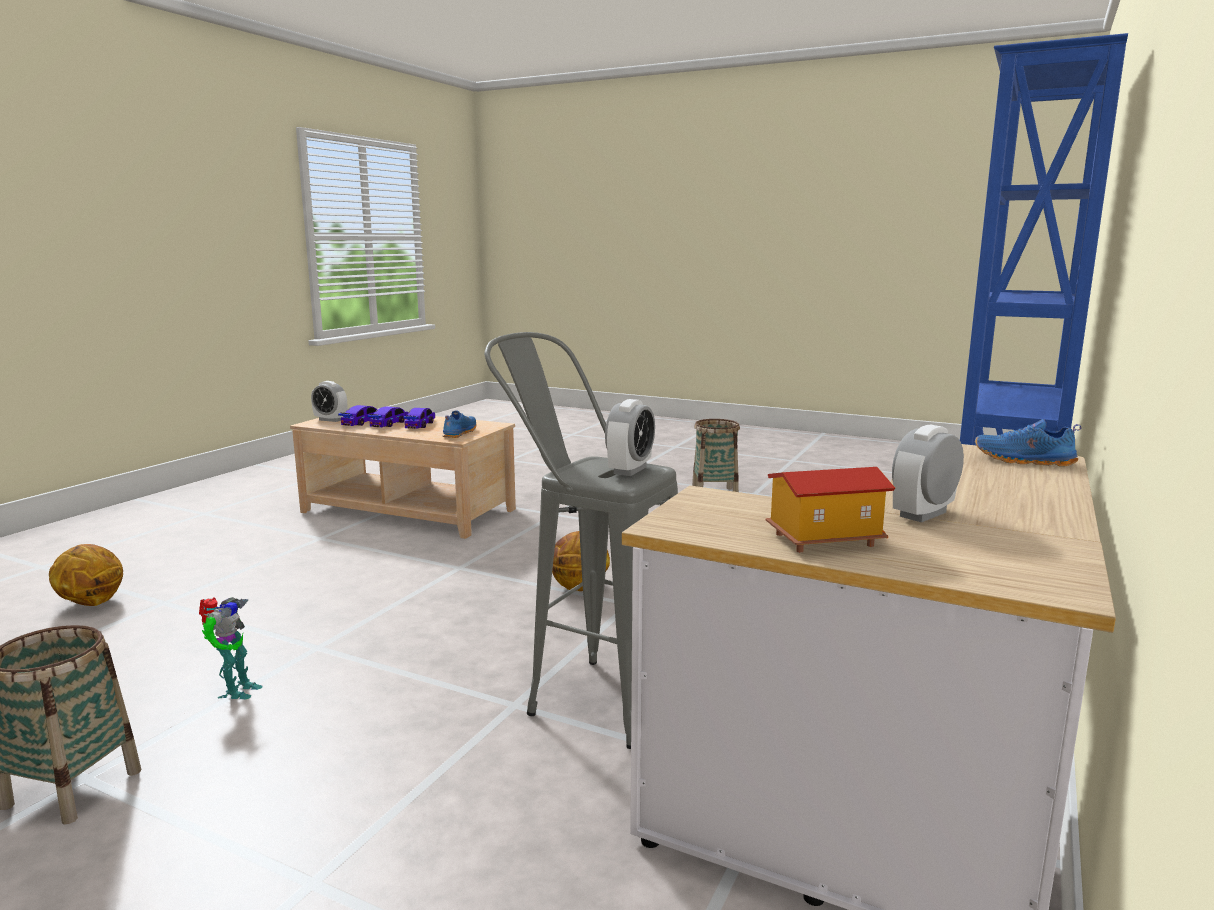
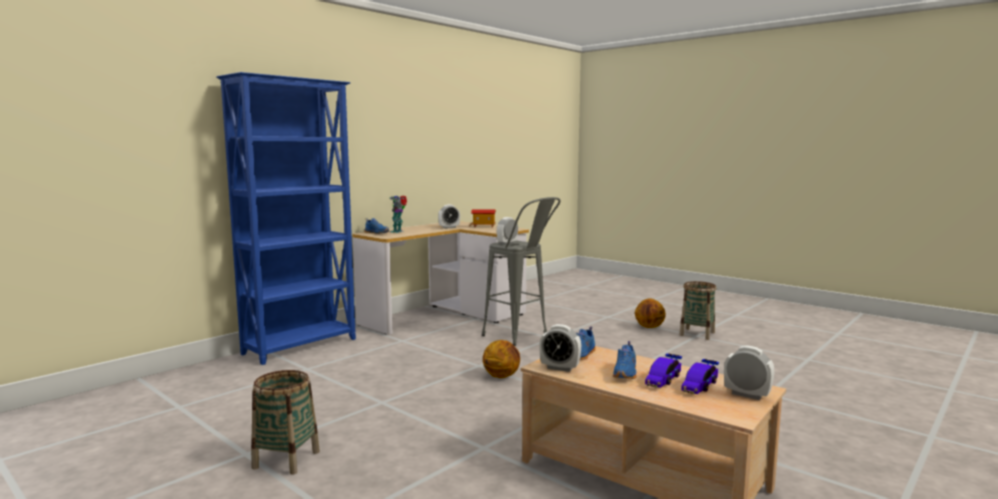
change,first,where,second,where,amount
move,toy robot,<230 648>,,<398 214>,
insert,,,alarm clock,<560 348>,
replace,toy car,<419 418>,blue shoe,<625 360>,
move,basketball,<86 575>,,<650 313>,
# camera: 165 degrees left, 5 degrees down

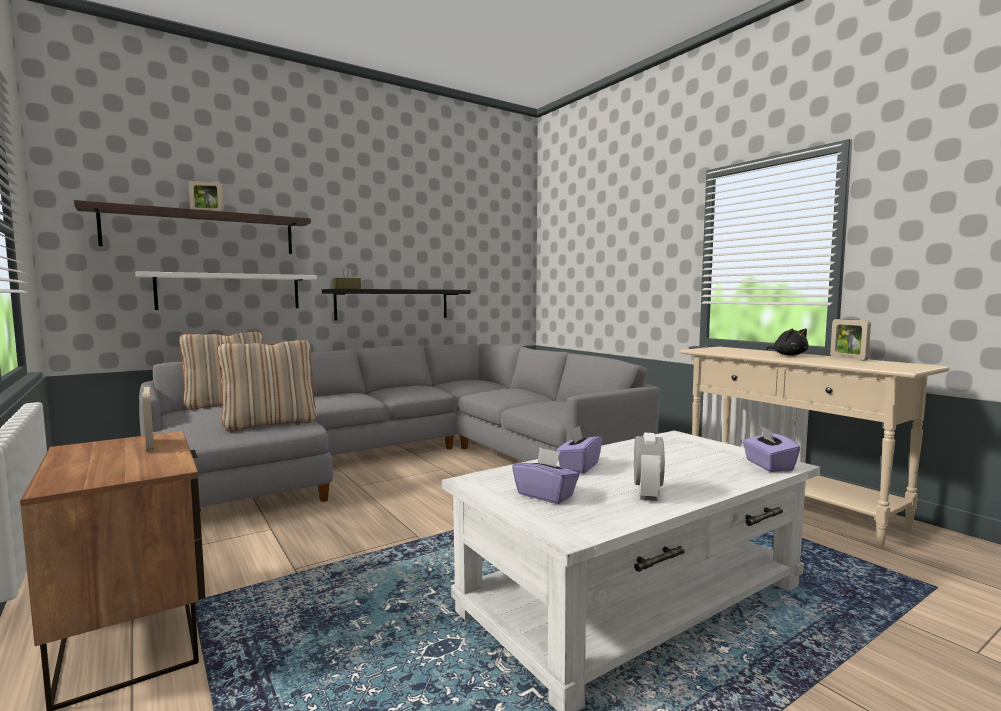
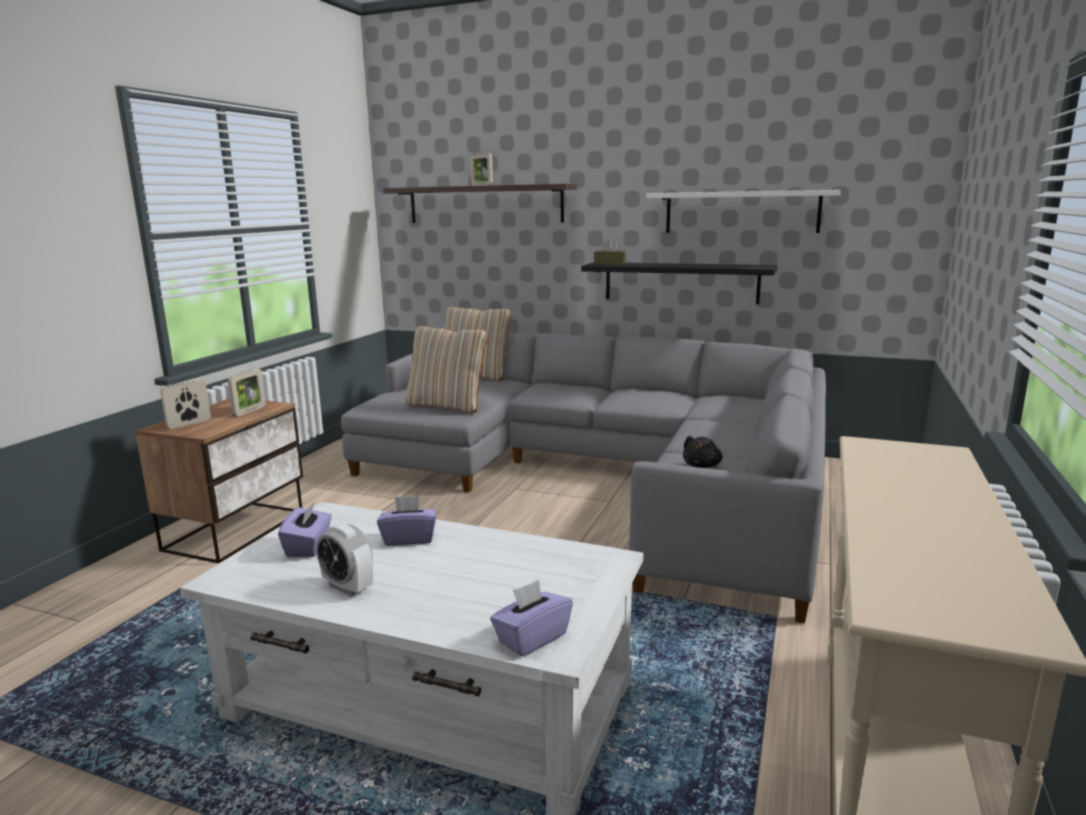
change,first,where,second,where,amount
move,picture frame,<850 340>,,<185 404>,
rotate,alarm clock,<649 467>,,<344 560>,60 degrees clockwise
move,white shelf,<226 290>,,<743 211>,
move,black plush toy,<787 342>,,<703 452>,
# camera: 55 degrees right, 10 degrees up

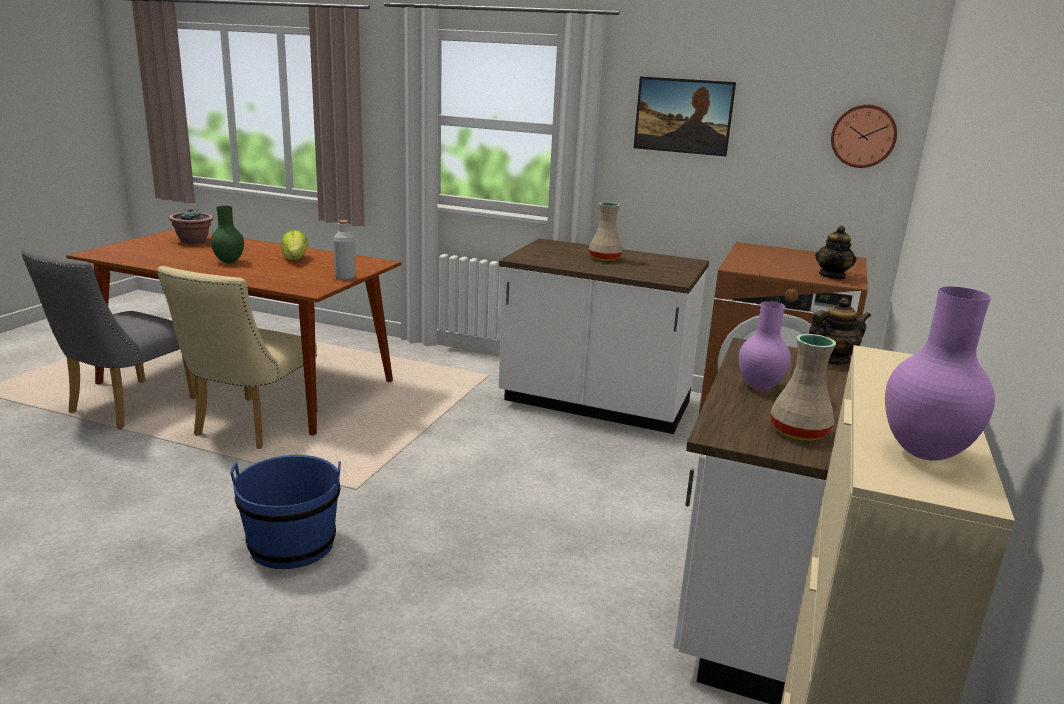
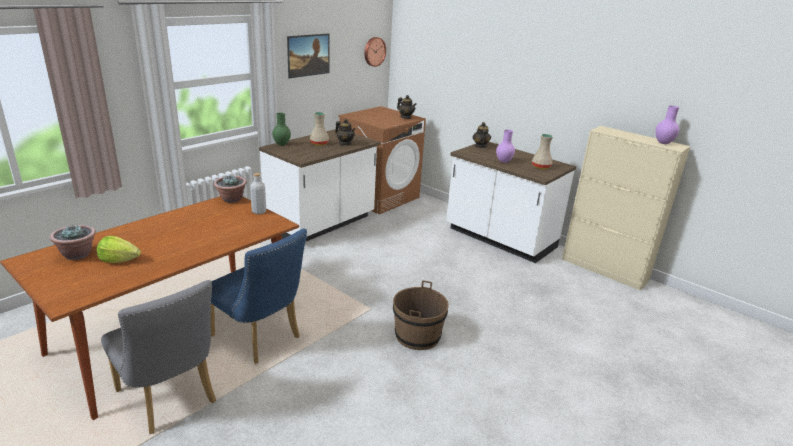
change,first,where,second,where,amount
move,lettuce,<295 245>,,<119 249>,
recolor,beige chair,<237 357>,blue chair,<258 296>,
insert,,,potted plant,<230 189>,
move,green vase,<227 234>,,<281 129>,
insert,,,teapot,<345 132>,
recolor,blue bucket,<285 512>,brown bucket,<421 315>,
# camera: 70 degrees left, 5 degrees up

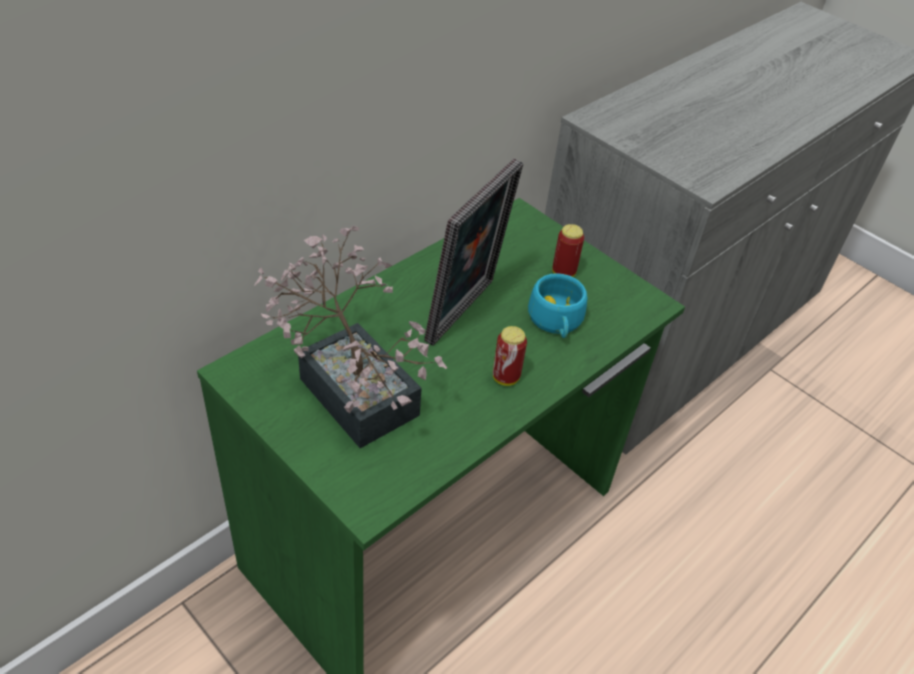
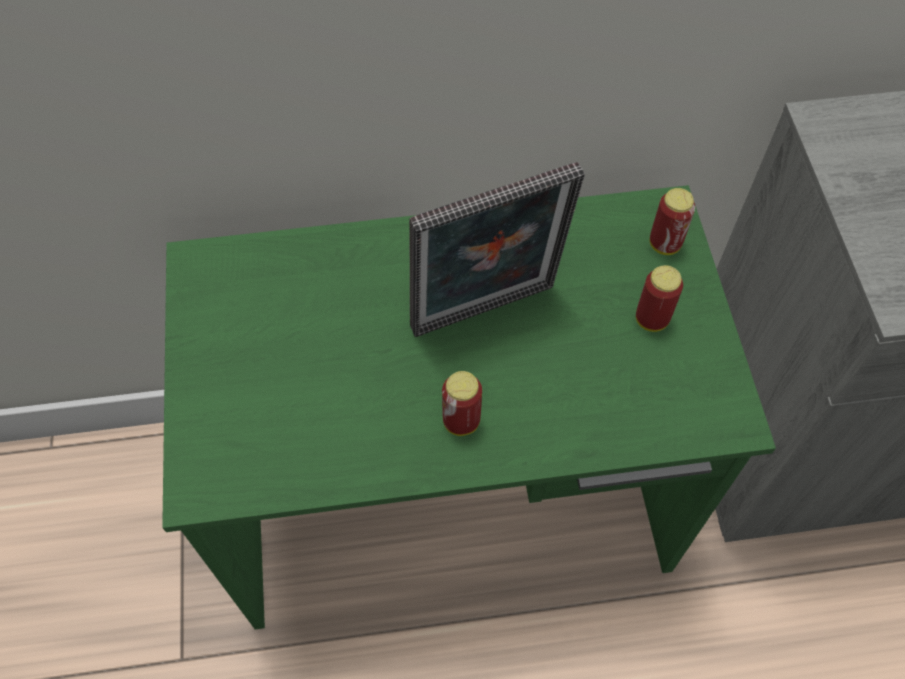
change,first,where,second,where,amount
insert,,,can,<672 221>,
delete,potted plant,<350 337>,,,
delete,turquoise cup,<557 305>,,,
# camera: 40 degrees right, 15 degrees up

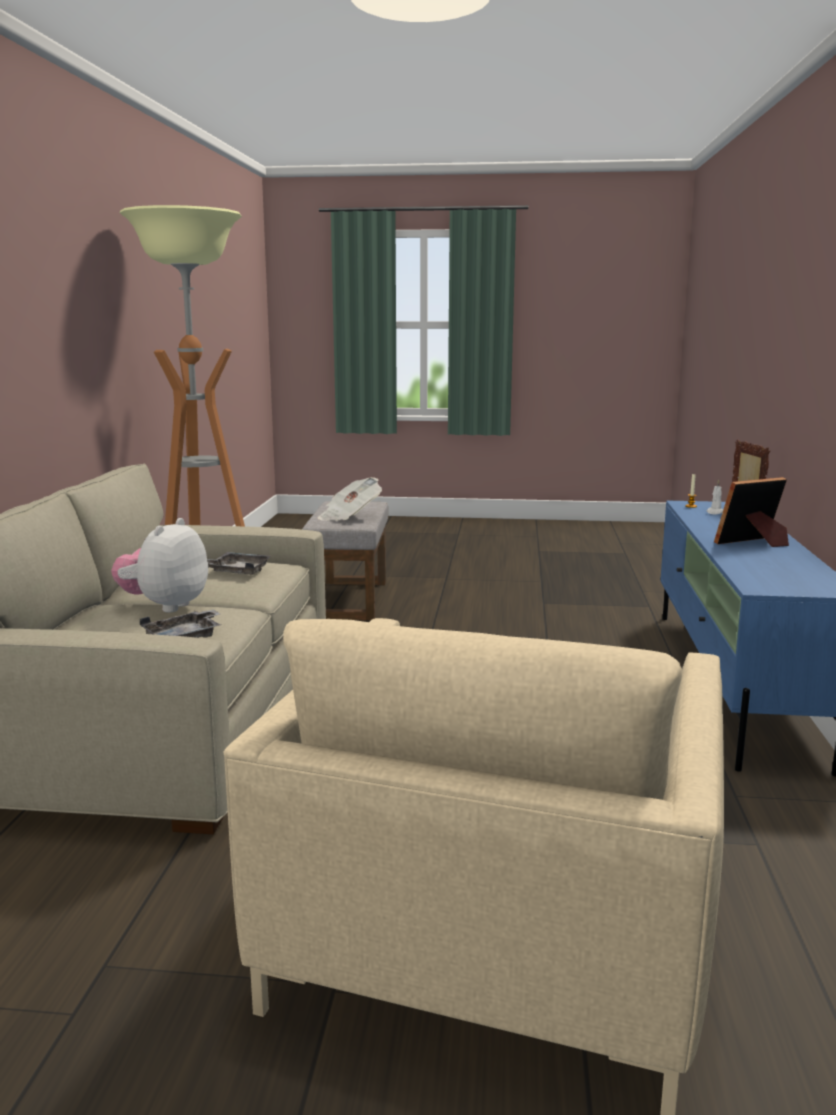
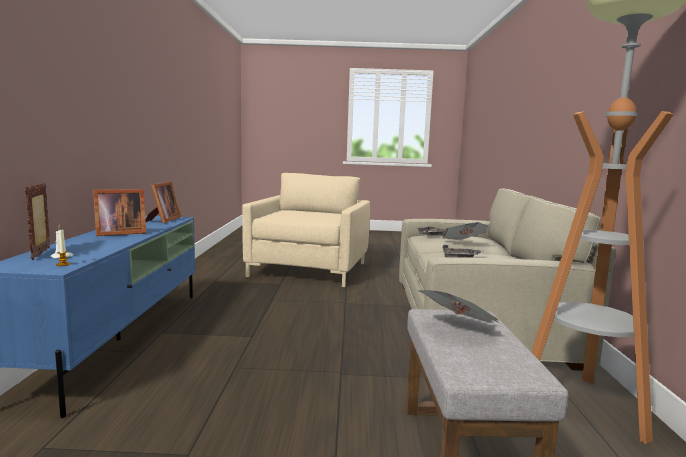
change,first,where,second,where,amount
insert,,,picture frame,<163 202>,
replace,plush toy,<159 565>,newspaper,<465 231>,
# camera: 175 degrees right, 5 degrees down

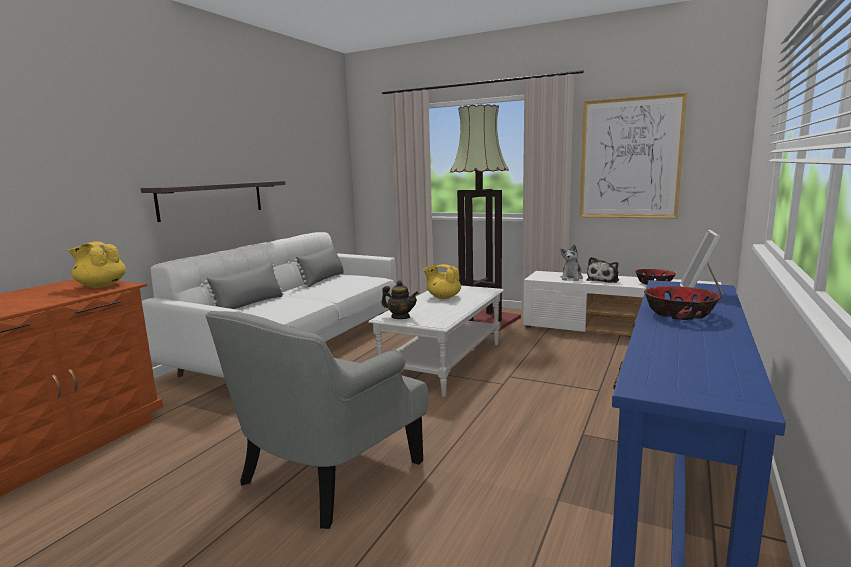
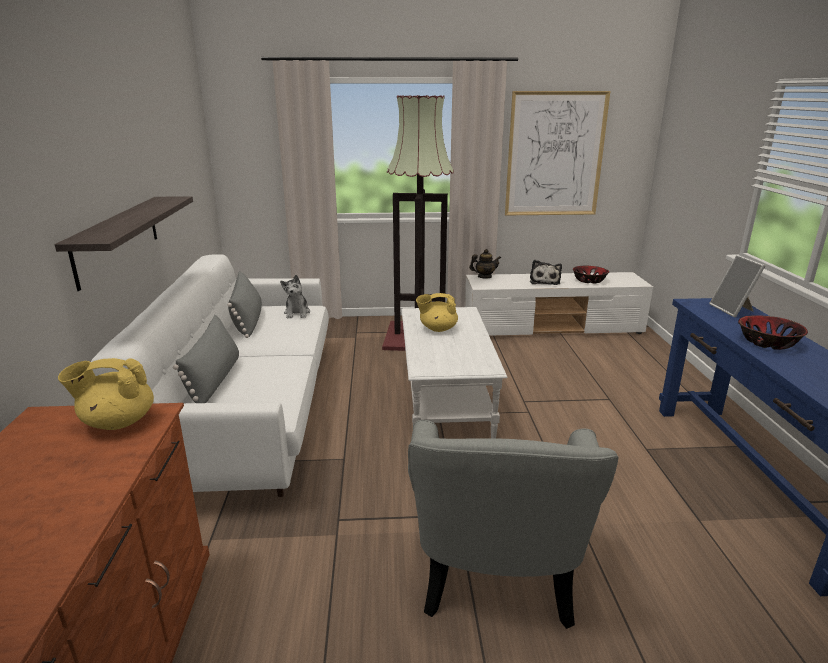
change,first,where,second,where,amount
move,plush toy,<571 262>,,<295 296>,
move,teapot,<400 299>,,<485 264>,
# camera: 30 degrees left, 10 degrees up

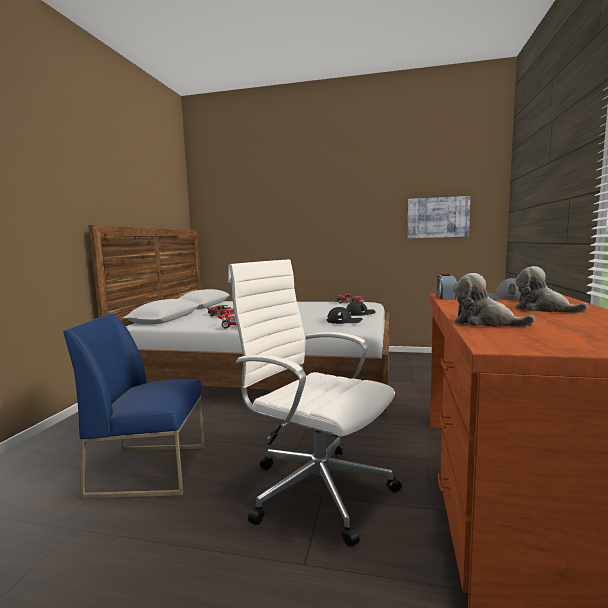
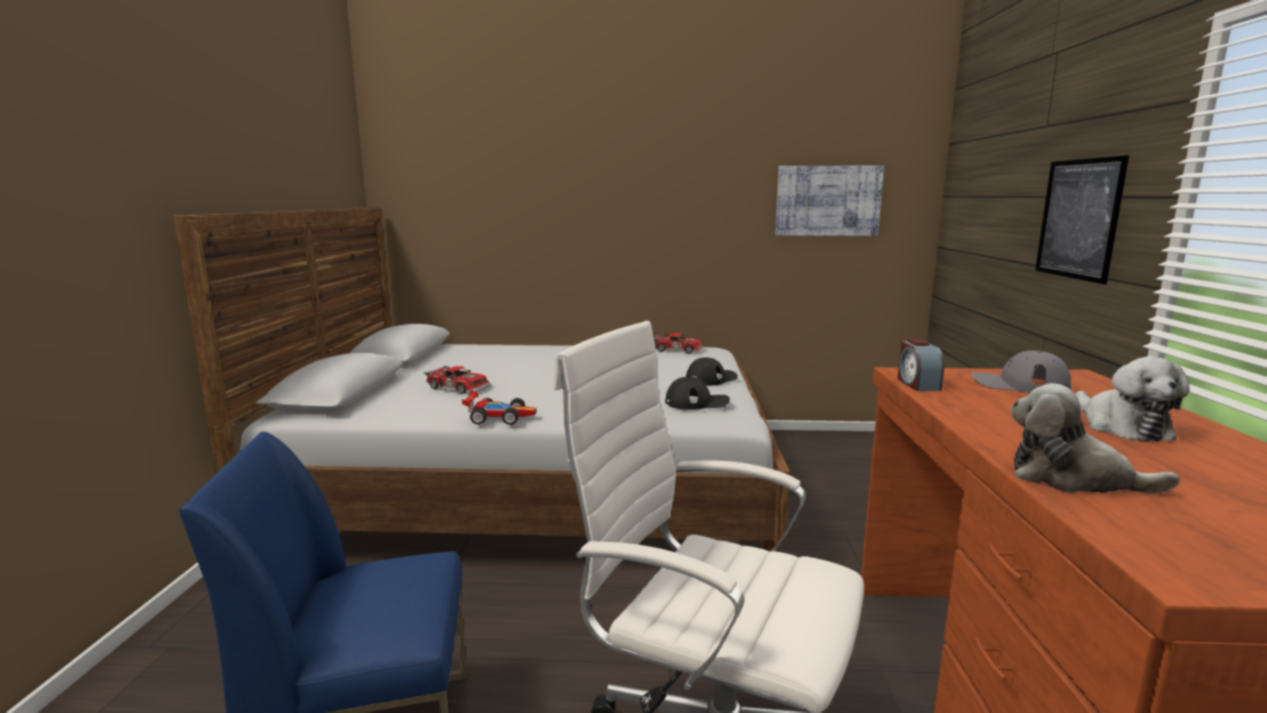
change,first,where,second,where,amount
insert,,,picture,<1082 219>,
rotate,plush toy,<551 289>,,<1132 399>,135 degrees counterclockwise
# camera: 10 degrees left, 5 degrees up

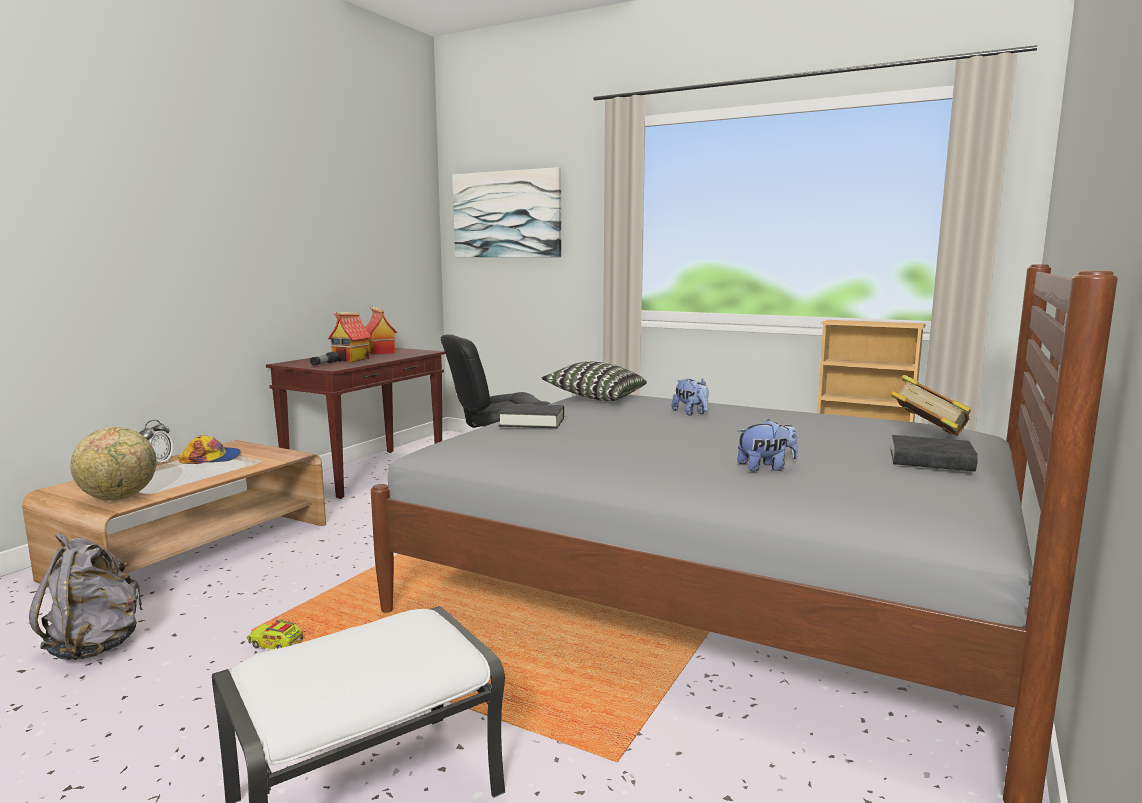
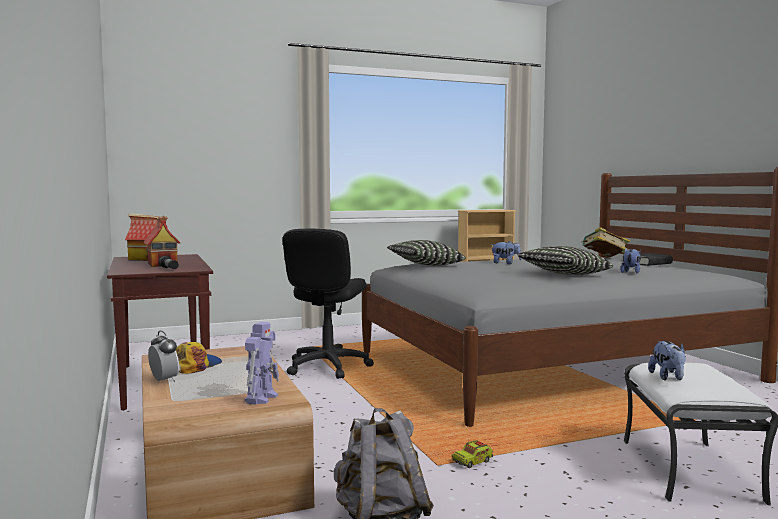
change,first,where,second,where,amount
replace,globe,<113 463>,toy robot,<261 363>,
insert,,,pillow,<565 260>,
insert,,,plush toy,<667 361>,
delete,picture,<507 212>,,,
delete,black book,<531 416>,,,
# camera: 50 degrees left, 5 degrees down

